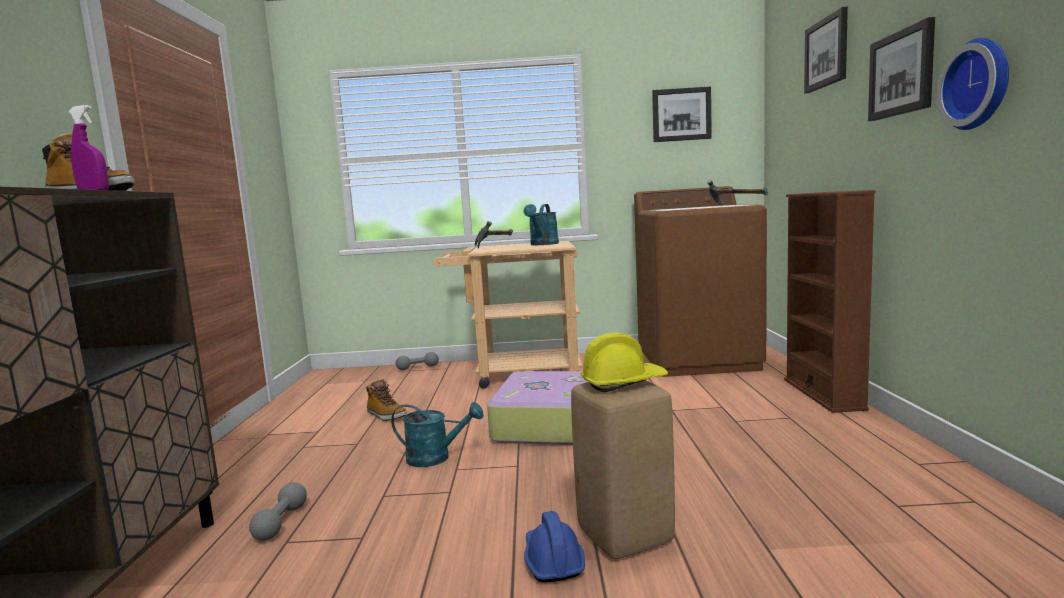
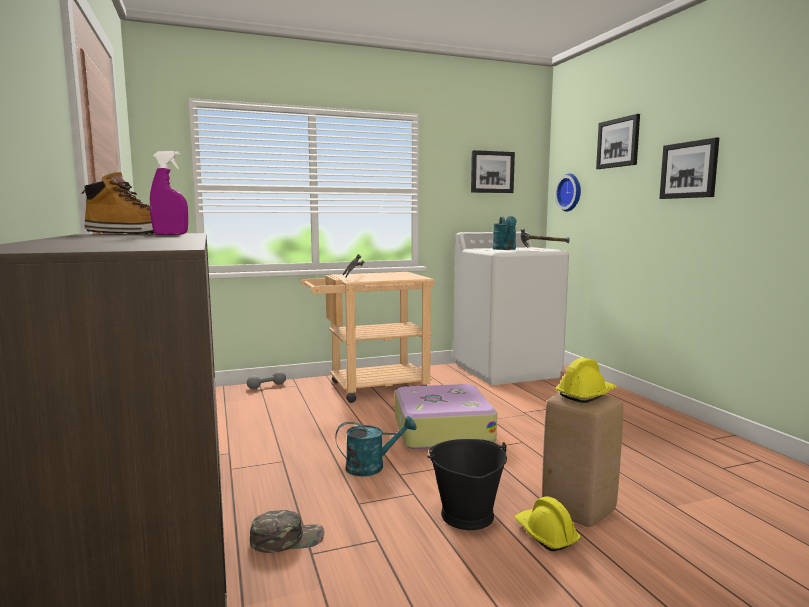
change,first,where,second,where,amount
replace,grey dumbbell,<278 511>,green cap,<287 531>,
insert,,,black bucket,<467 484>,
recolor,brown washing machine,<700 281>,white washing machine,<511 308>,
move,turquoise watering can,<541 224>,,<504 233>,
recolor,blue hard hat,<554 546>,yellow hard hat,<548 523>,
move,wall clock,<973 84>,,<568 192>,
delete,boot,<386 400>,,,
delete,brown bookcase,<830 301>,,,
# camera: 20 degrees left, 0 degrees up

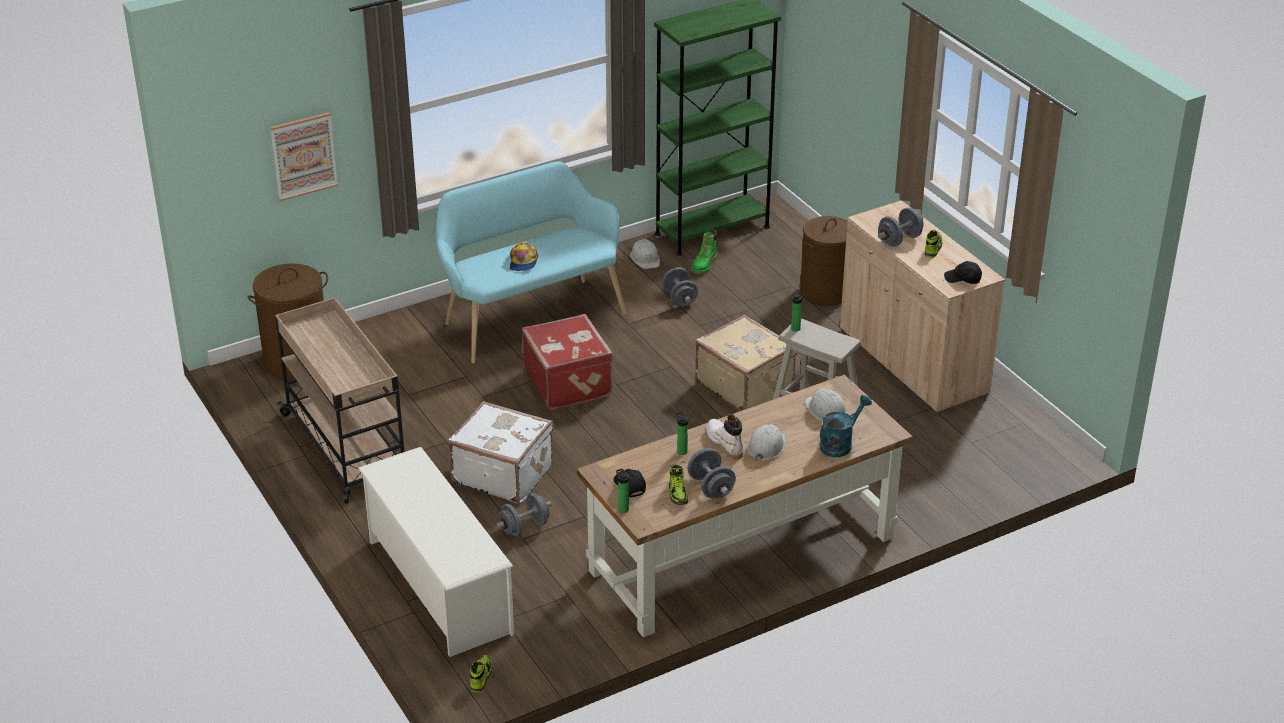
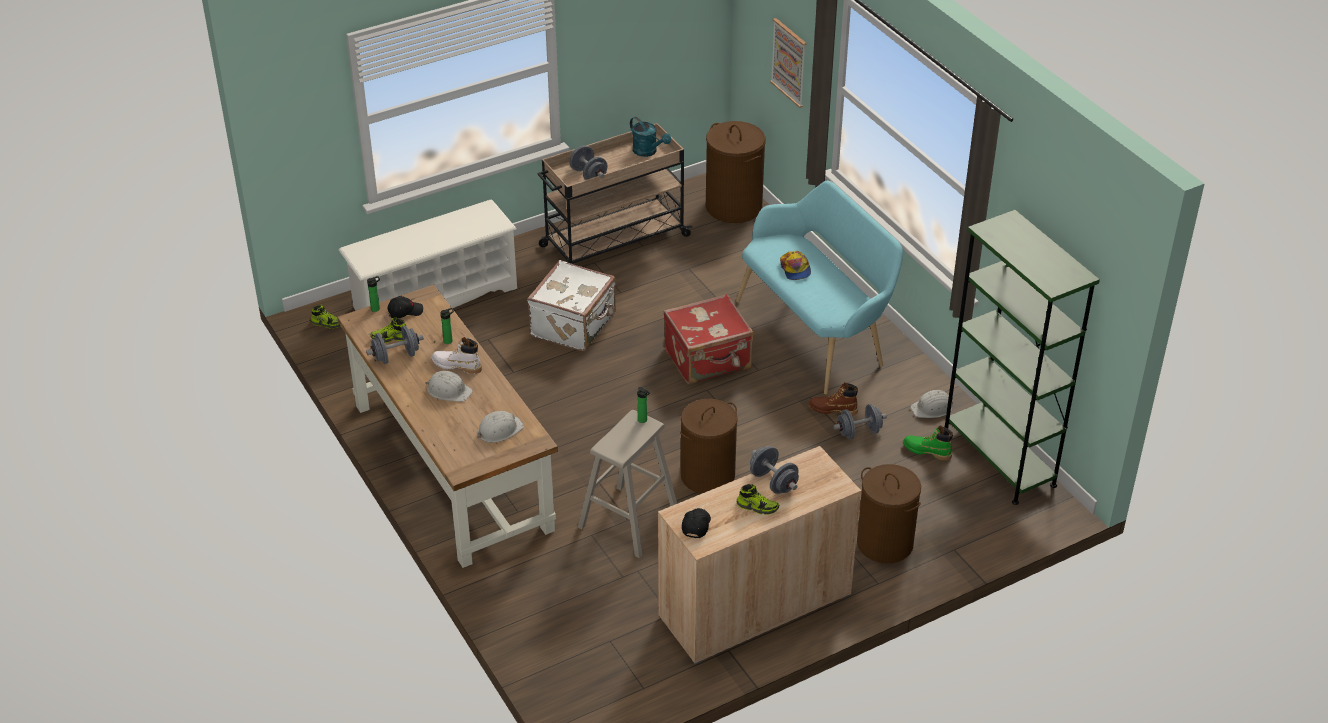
change,first,where,second,where,amount
rotate,white boot,<724 437>,,<456 355>,135 degrees counterclockwise
move,grey dumbbell,<524 514>,,<588 162>,
move,turquoise watering can,<846 426>,,<650 137>,
replace,beige suitcase,<746 363>,brown laundry basket,<709 446>,
rotate,cap,<524 257>,,<795 265>,105 degrees counterclockwise
insert,,,brown boot,<833 398>,
# camera: 90 degrees right, 5 degrees up

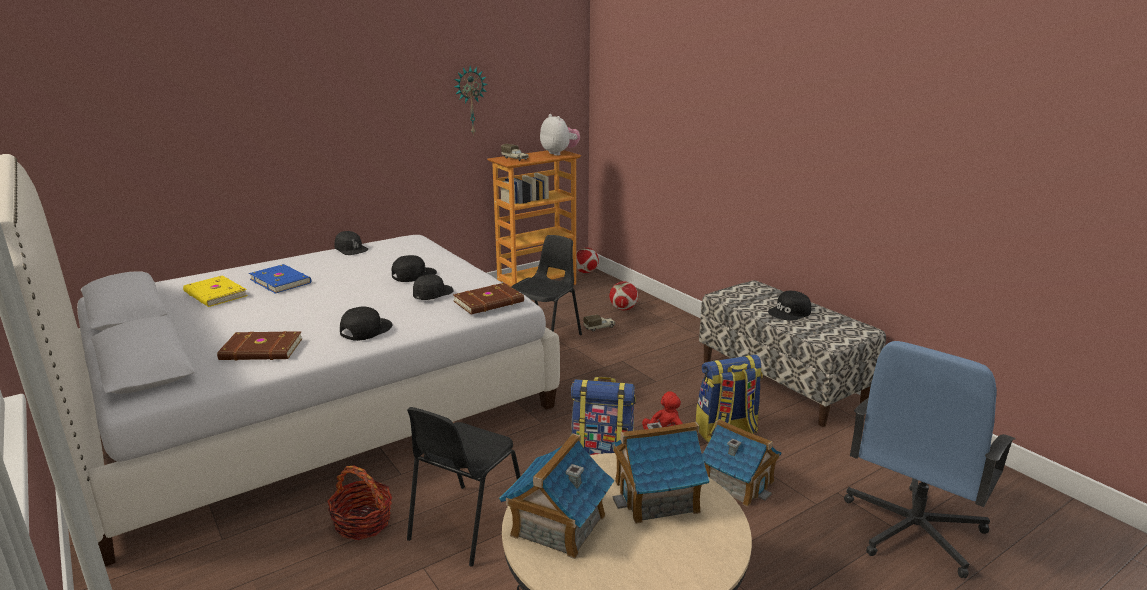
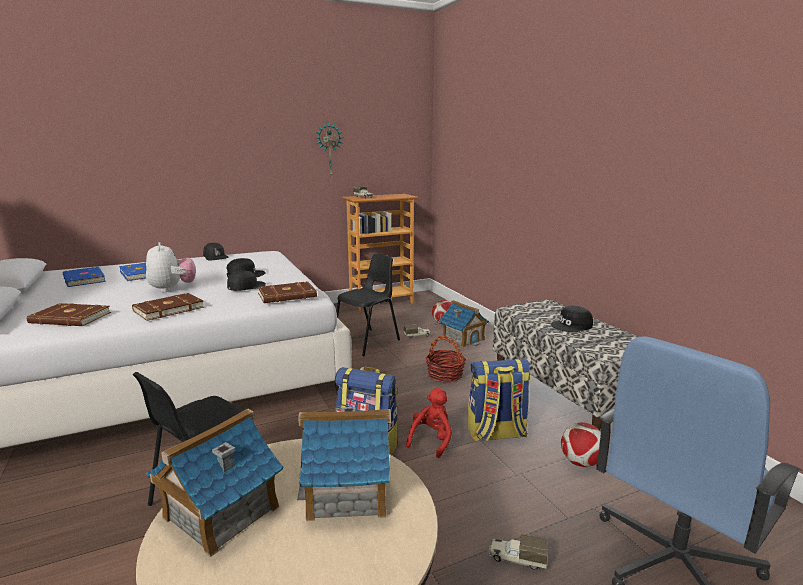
change,first,where,second,where,amount
recolor,yellow book,<215 291>,blue book,<84 277>,
replace,black cap,<366 324>,brown book,<168 307>,
move,plush toy,<560 135>,,<171 267>,
move,basket,<359 503>,,<445 359>,
move,toy house,<742 463>,,<464 323>,
insert,,,toy truck,<518 552>,
move,football,<587 260>,,<581 444>,
# camera: 10 degrees right, 5 degrees down

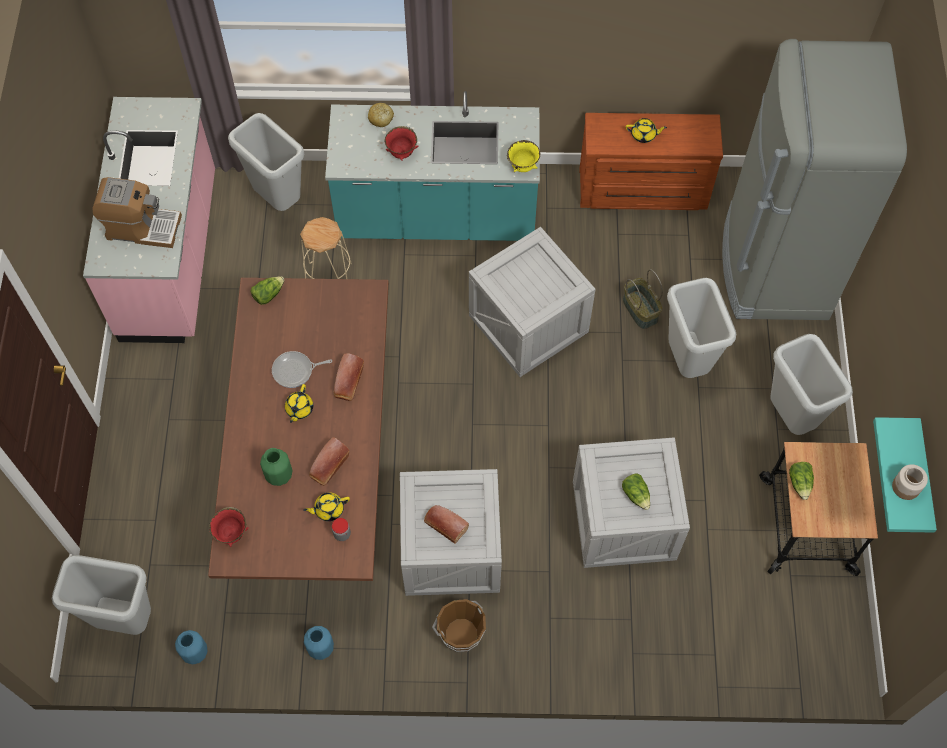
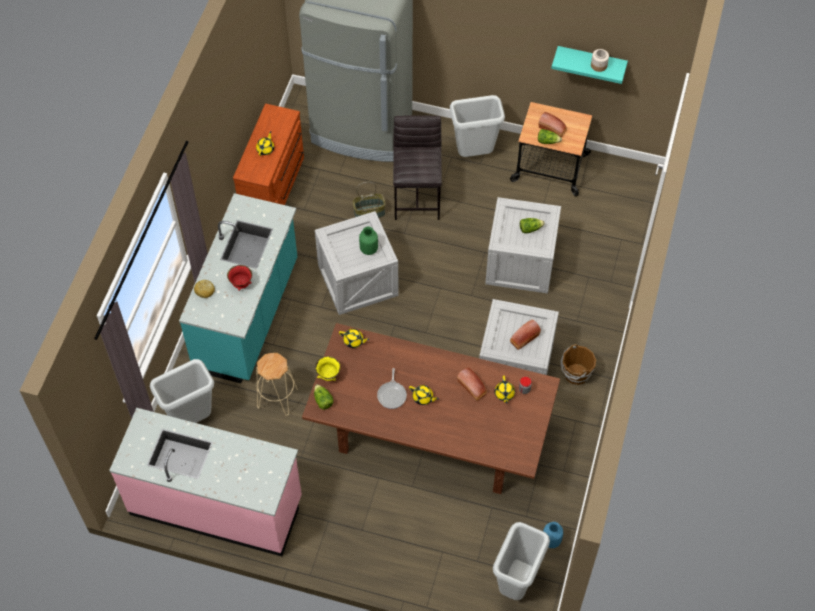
change,first,where,second,where,amount
move,yellow bowl,<523 156>,,<327 368>,
insert,,,yellow teapot,<354 338>,
move,green vase,<276 467>,,<368 240>,
replace,grey trash can,<701 328>,grey stool,<417 167>,
move,bread,<349 377>,,<553 124>,
delete,coffee machine,<137 212>,,,
delete,red bowl,<229 527>,,,
delete,blue vase,<319 643>,,,
# camera: 75 degrees left, 5 degrees down

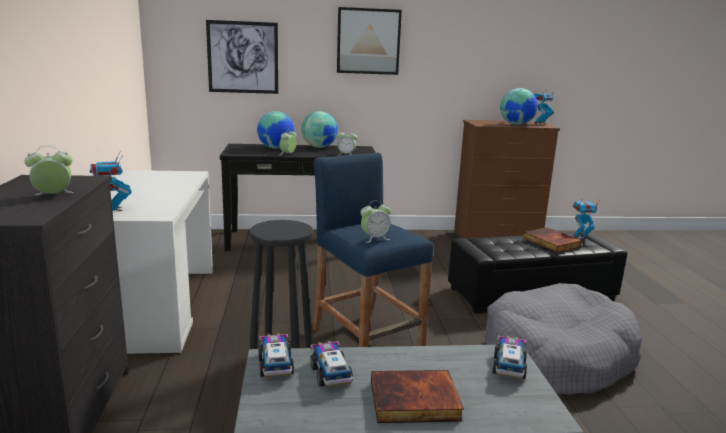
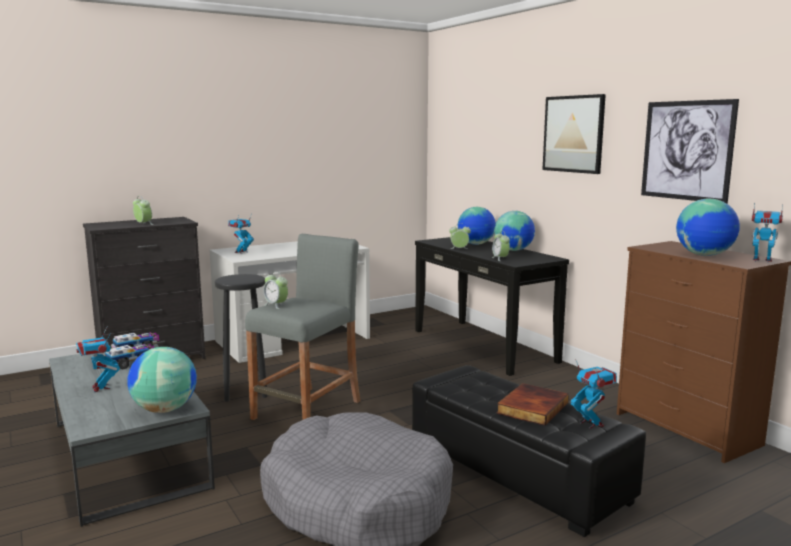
change,first,where,second,where,amount
replace,book,<417 396>,toy robot,<98 359>,
replace,toy truck,<510 357>,globe,<162 380>,
recolor,blue stool,<373 249>,grey stool,<302 327>,
move,picture,<242 57>,,<690 151>,
# camera: 65 degrees right, 5 degrees down

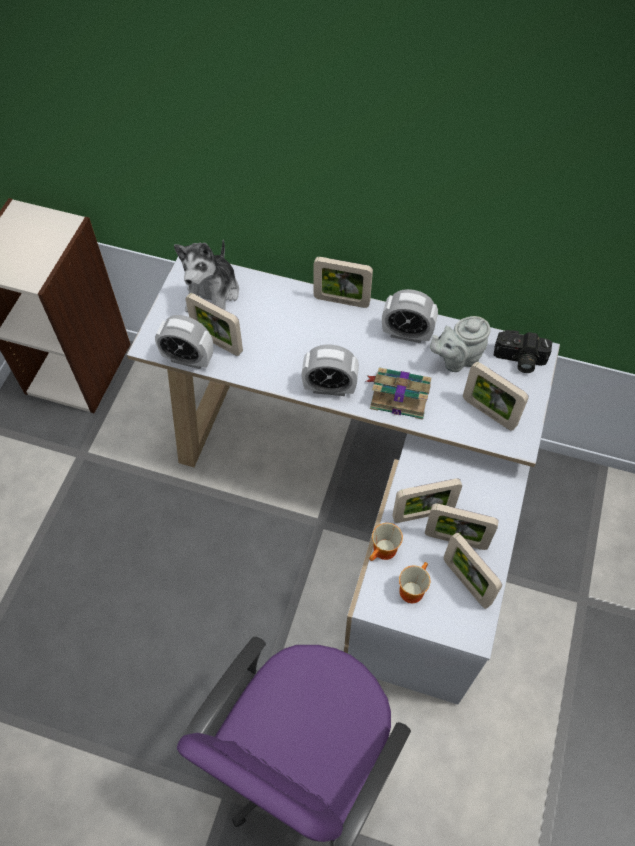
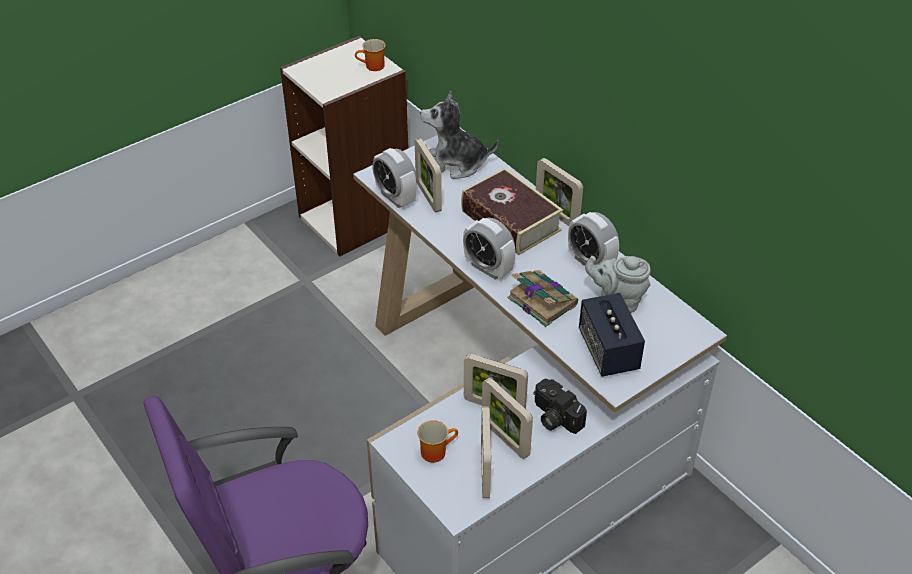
change,first,where,second,where,amount
move,mug,<386 542>,,<370 55>,
rotate,plush toy,<206 276>,,<459 135>,45 degrees clockwise
insert,,,book,<512 211>,
move,photo camera,<523 351>,,<560 406>,
replace,picture frame,<496 396>,speaker,<612 335>,
# camera: 35 degrees right, 15 degrees down

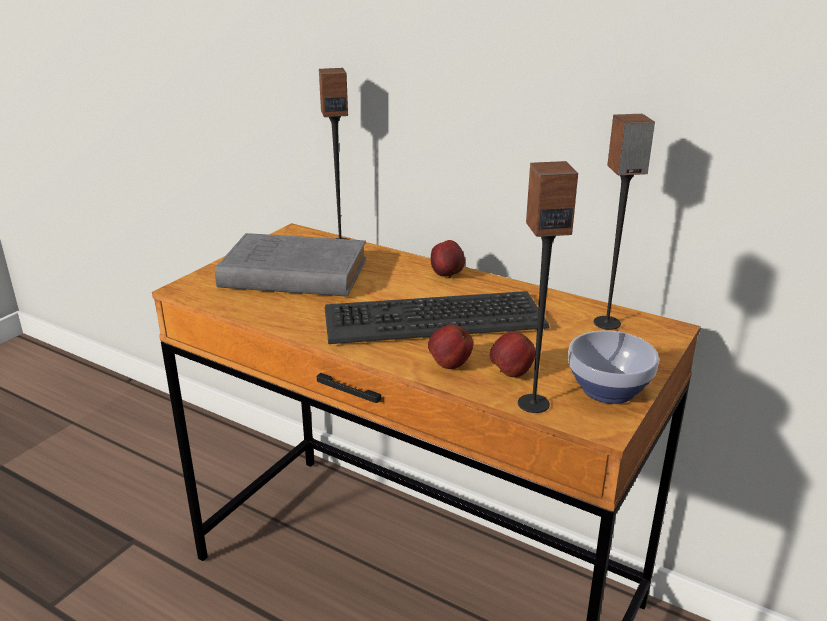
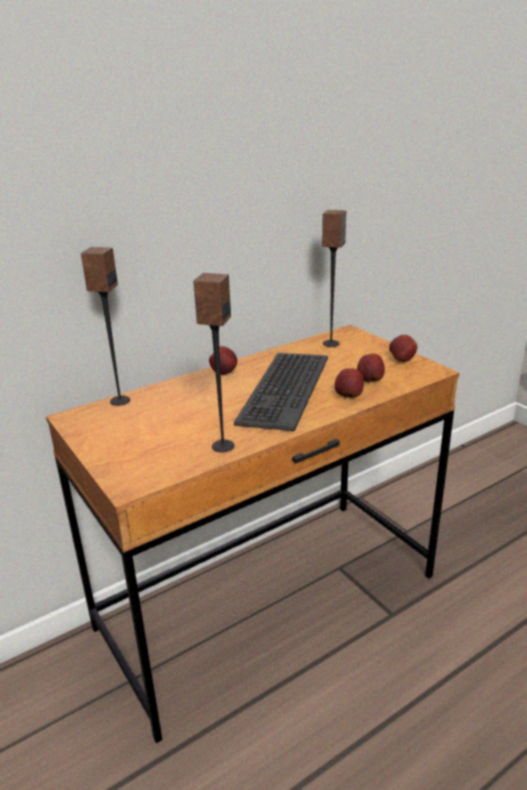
change,first,where,second,where,amount
move,speaker,<548 287>,,<213 362>,
replace,bowl,<613 367>,apple,<403 348>,
delete,grey book,<290 265>,,,
# camera: 65 degrees left, 0 degrees up

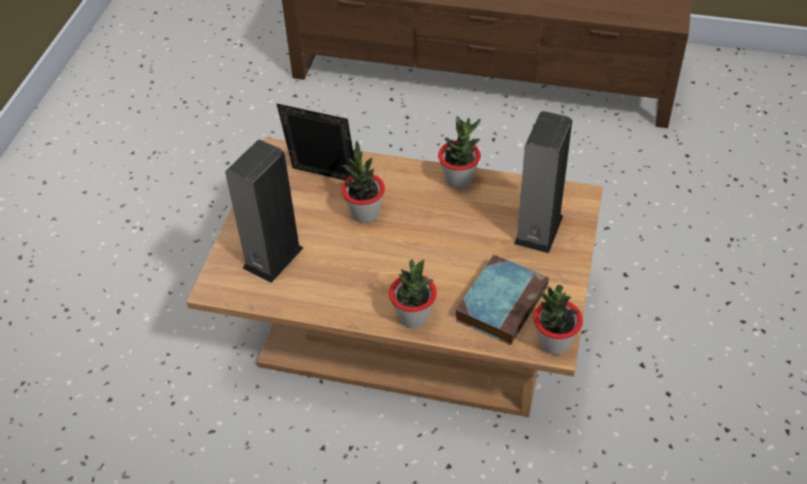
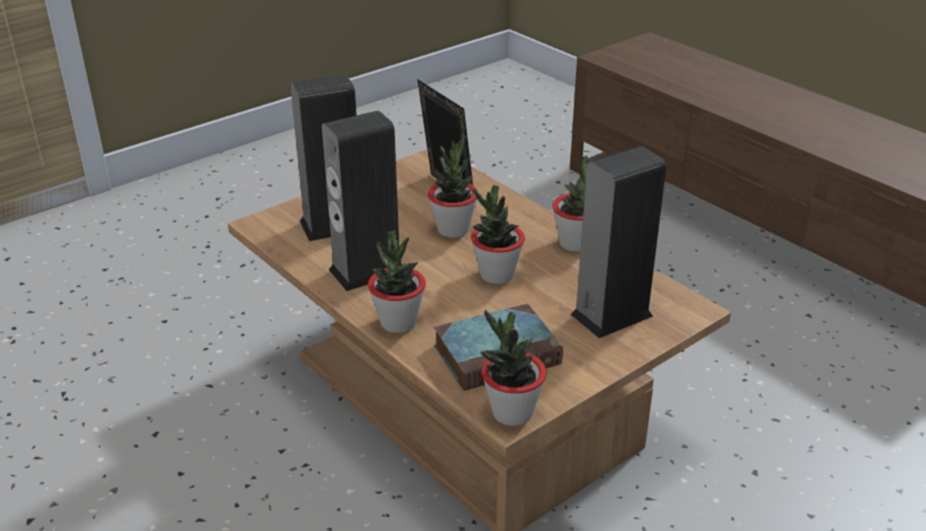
change,first,where,second,where,amount
insert,,,speaker,<360 201>,
insert,,,potted plant,<498 234>,
# camera: 35 degrees right, 15 degrees down

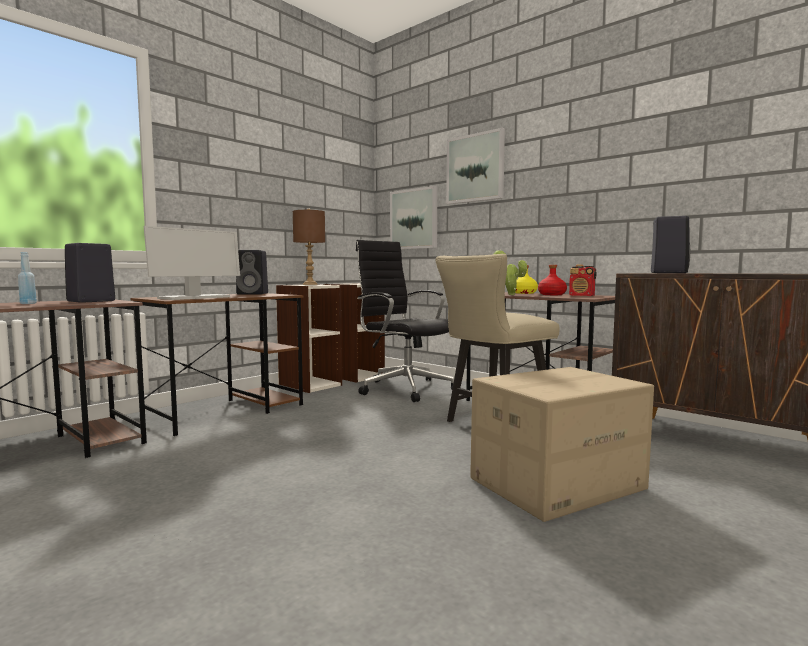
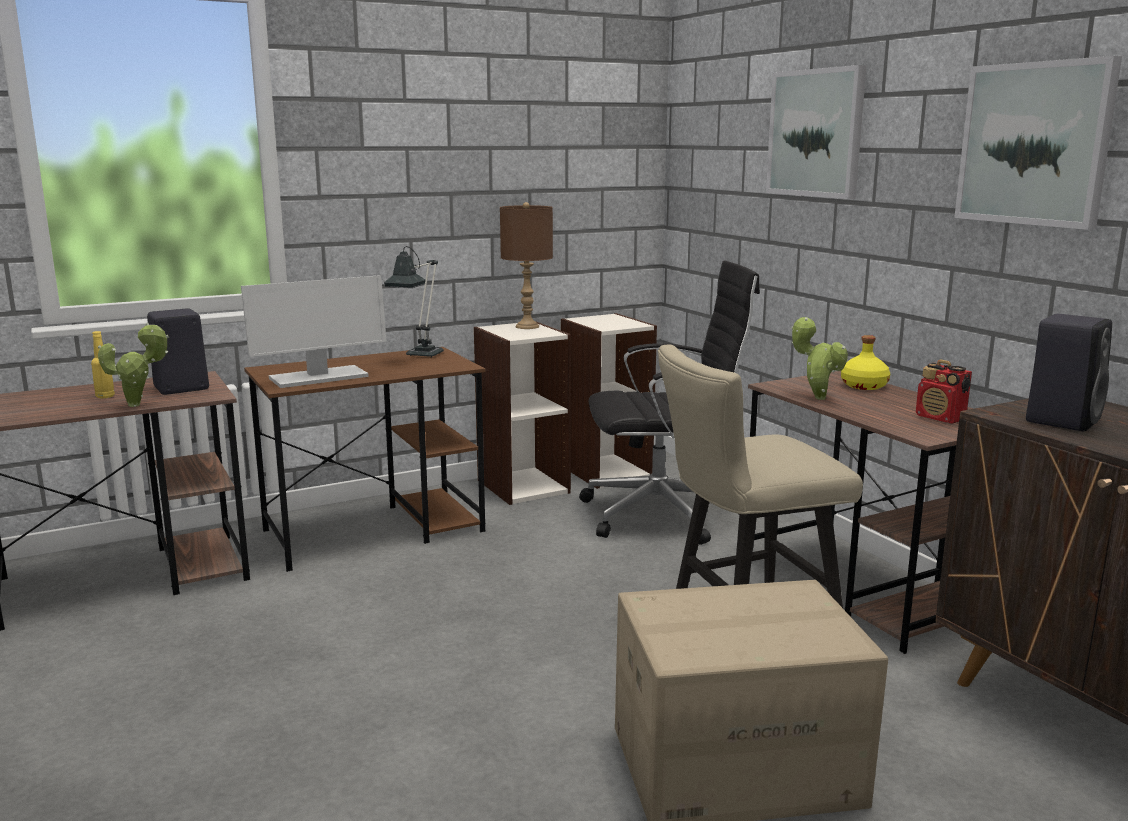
change,first,where,second,where,amount
recolor,blue bottle,<27 278>,yellow bottle,<103 364>,
insert,,,potted plant,<133 365>,
replace,black speaker,<252 272>,table lamp,<414 301>,
rotate,black office chair,<405 321>,,<669 402>,105 degrees clockwise
move,picture,<413 217>,,<1038 143>,
delete,red bottle,<552 280>,,,
# camera: 20 degrees right, 10 degrees up

